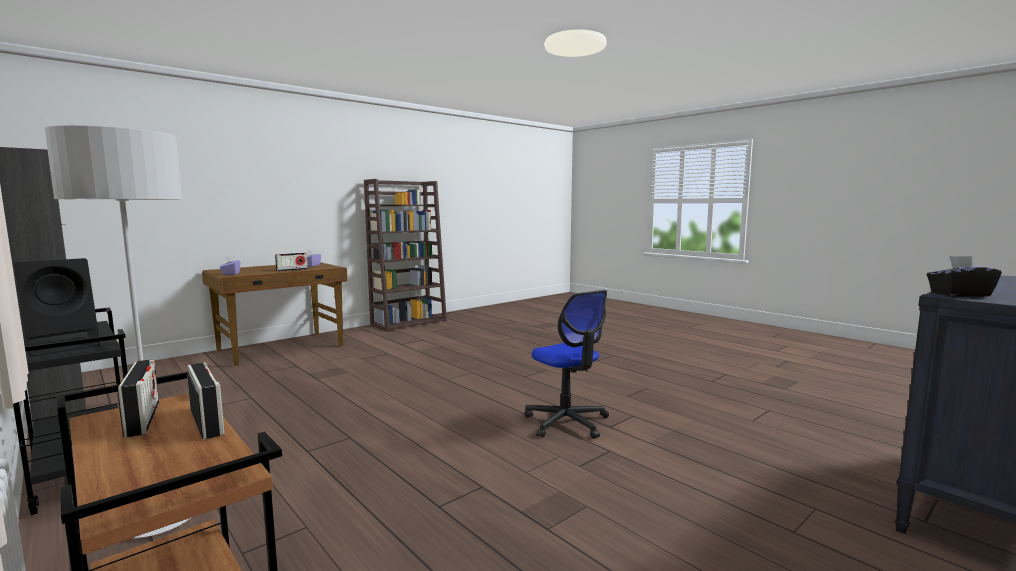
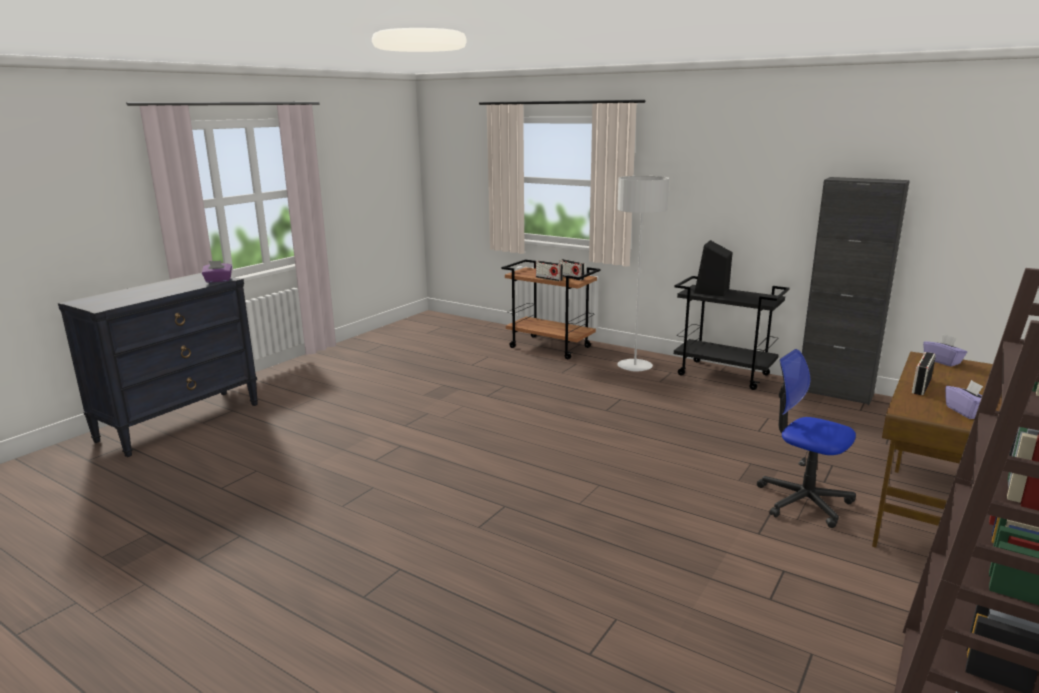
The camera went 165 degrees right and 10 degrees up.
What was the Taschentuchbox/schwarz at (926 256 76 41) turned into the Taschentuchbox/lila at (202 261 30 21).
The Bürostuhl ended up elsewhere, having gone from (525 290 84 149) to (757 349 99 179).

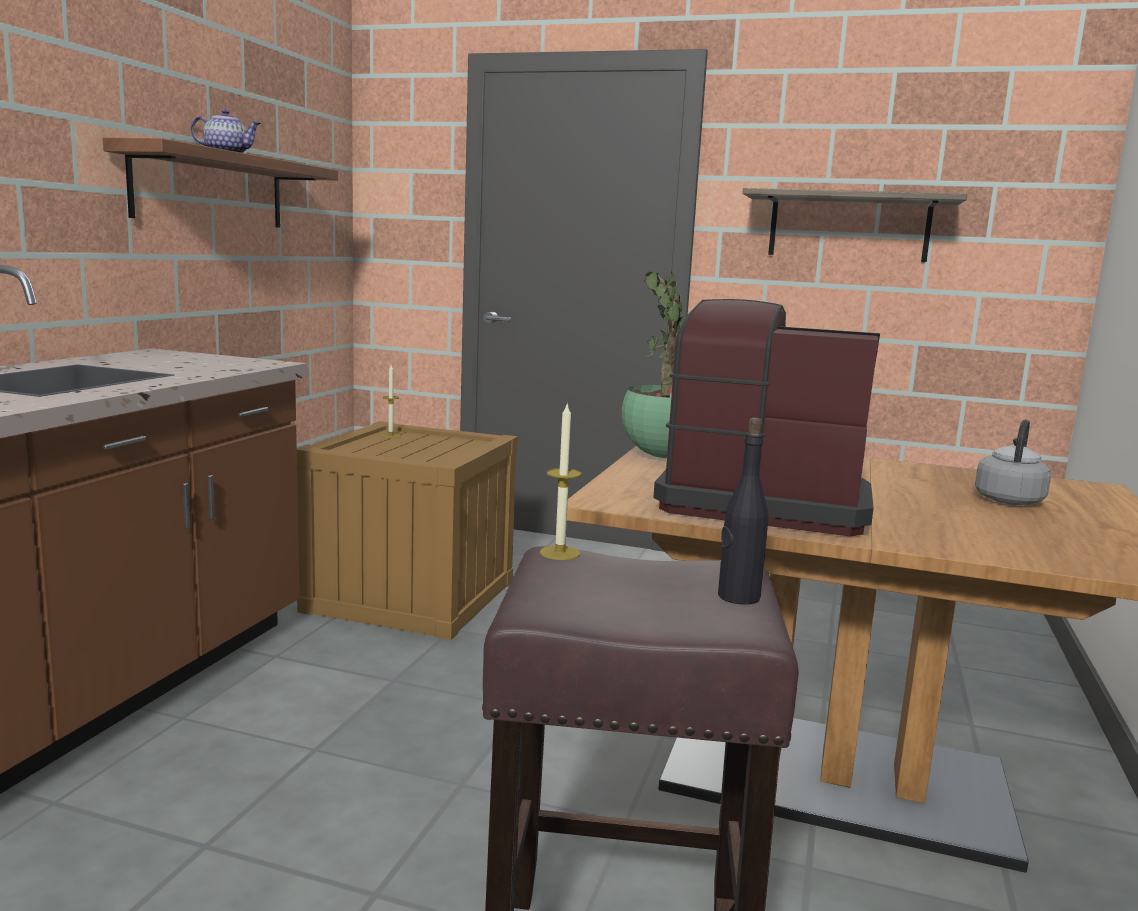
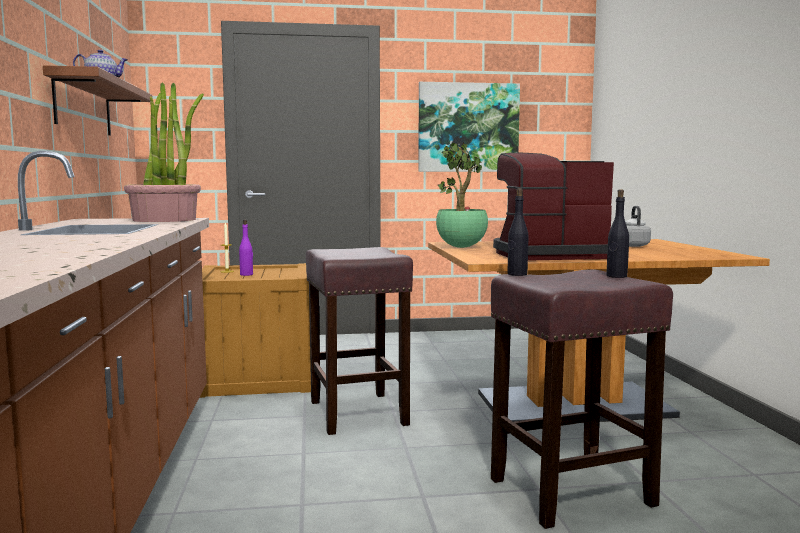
The camera went 25 degrees left and 5 degrees down.
Where the Wandregal hung at (743 188 224 74), the Bild came to hang at (418 82 102 90).
Where the Kerze stood at (540 402 41 158), the Flasche/schwarz came to stand at (507 189 21 87).
The second view gained the Topfpflanze at (124 82 80 140).
The second view gained the Flasche/lila at (239 220 14 56).
The second view gained the Hocker/braun at (306 247 107 188).

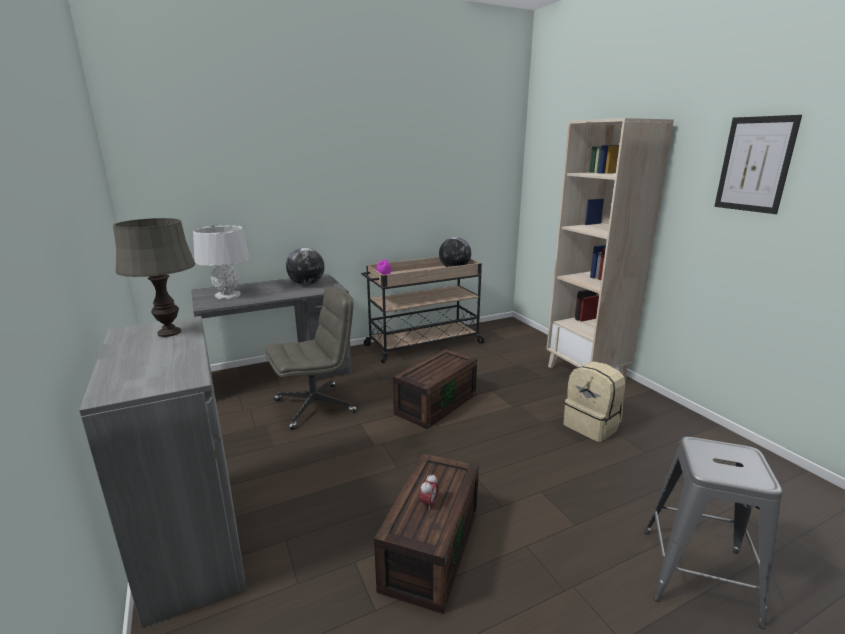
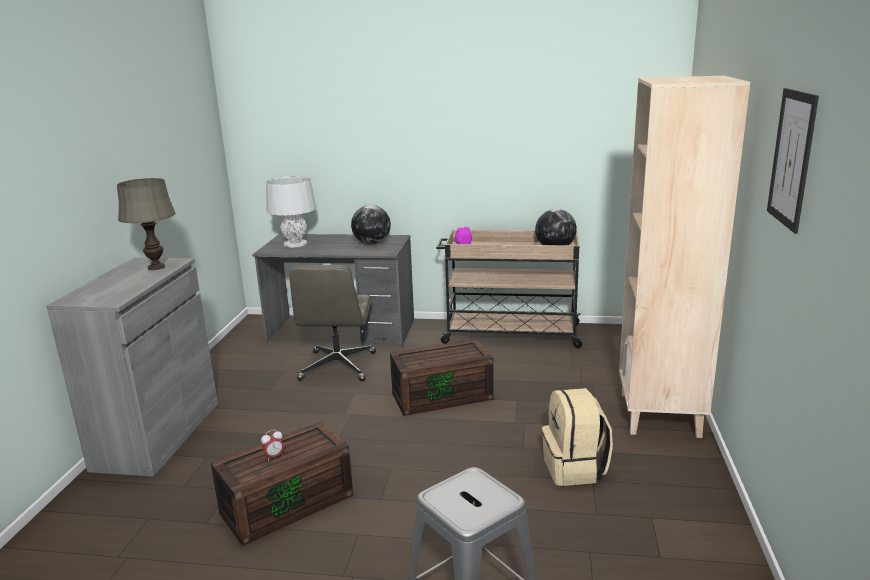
The camera went 35 degrees right and 0 degrees up.
The Bürostuhl/grau at (265 286 92 144) ended up facing another way, 90 degrees clockwise from before.

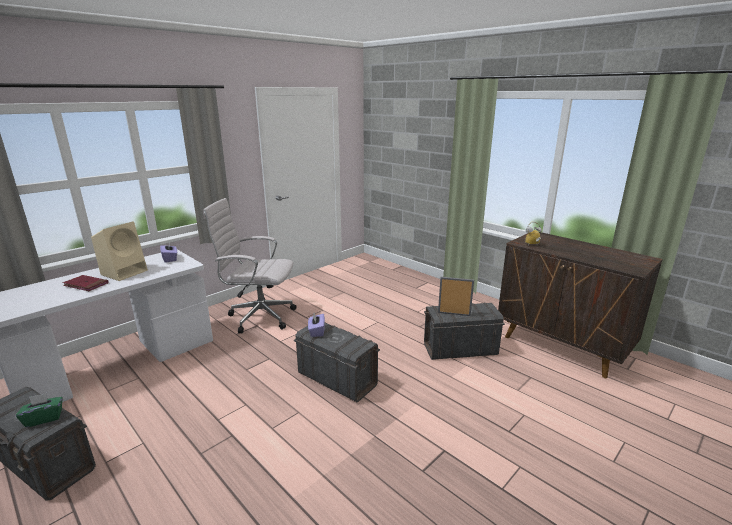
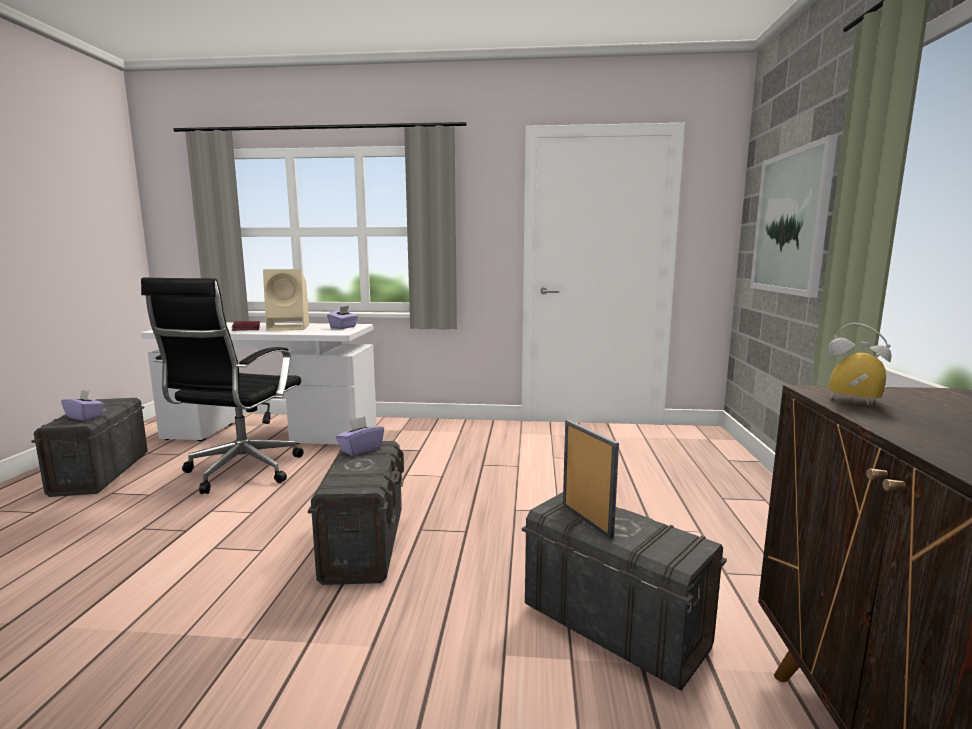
The camera went 50 degrees right and 10 degrees down.
The second view lost the Bürostuhl/weiß at (203 198 94 135).
What was the Taschentuchbox/grün at (16 393 47 34) turned into the Taschentuchbox/lila at (61 390 44 31).
The second view gained the Bild at (750 135 88 163).
The second view gained the Bürostuhl/schwarz at (141 277 163 217).

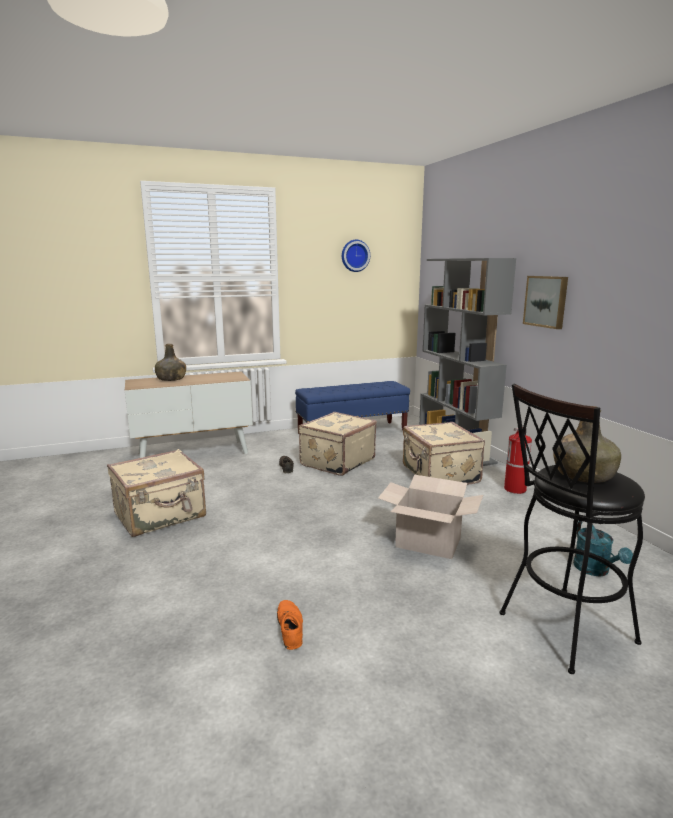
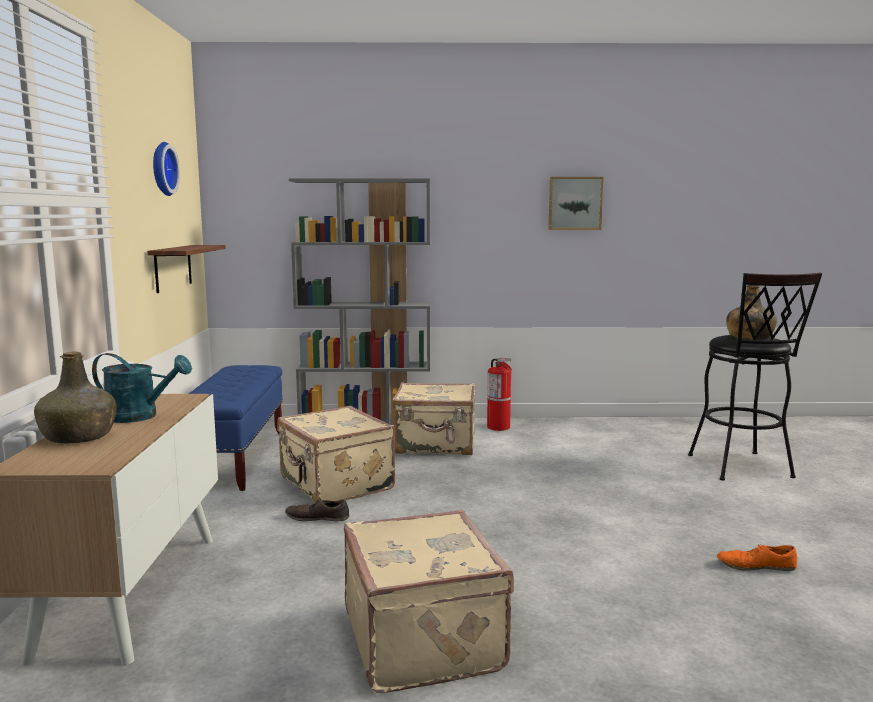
The camera went 70 degrees left and 5 degrees down.
The Bild ended up elsewhere, having gone from (523 276 45 53) to (548 177 55 53).
The second view lost the Karton at (378 475 105 84).
The Gießkanne/türkis ended up elsewhere, having gone from (573 521 60 55) to (92 353 100 70).
The second view gained the Wandregal at (147 245 79 48).

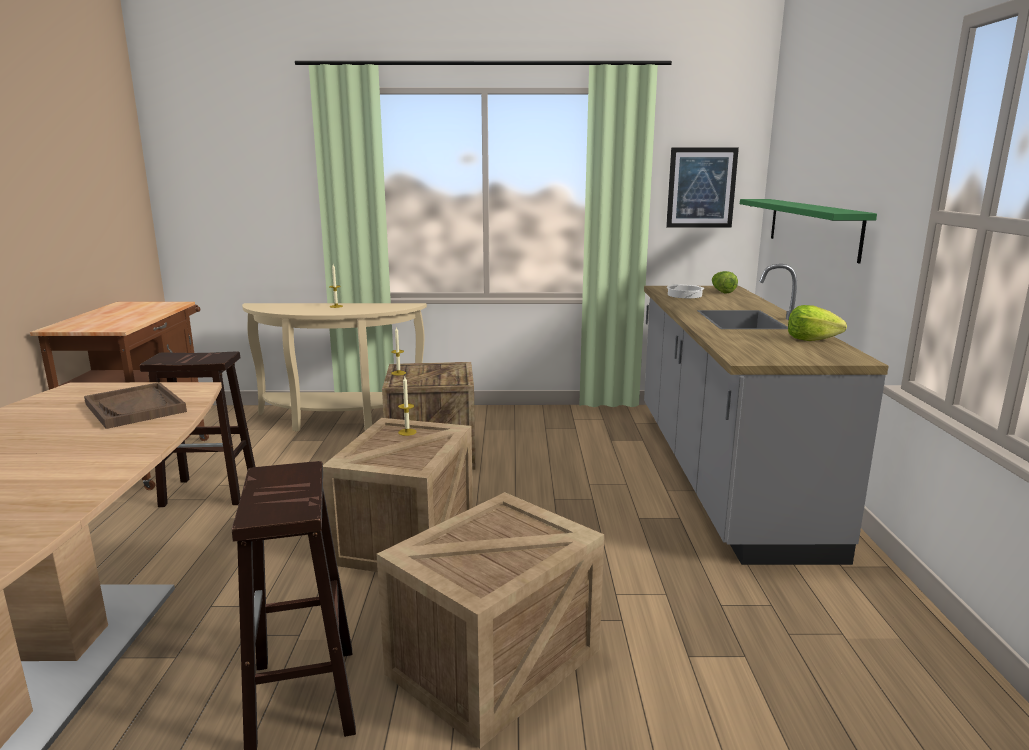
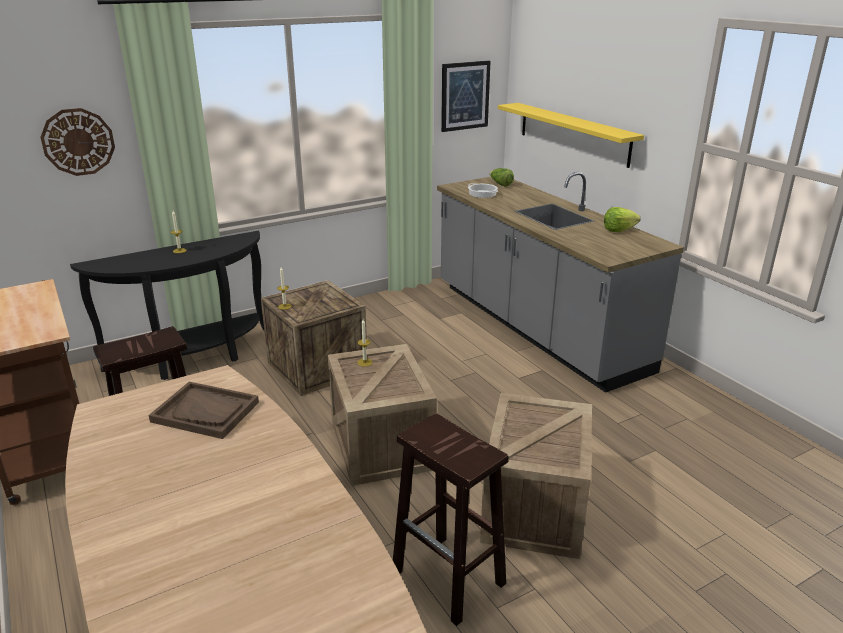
The camera went 30 degrees left and 10 degrees up.
What was the Wandregal/grün at (740 199 137 64) turned into the Wandregal/gelb at (498 103 146 65).
What was the Konsolentisch/beige at (242 303 185 129) turned into the Konsolentisch/schwarz at (70 231 194 149).
The second view gained the Wanduhr at (40 108 75 68).

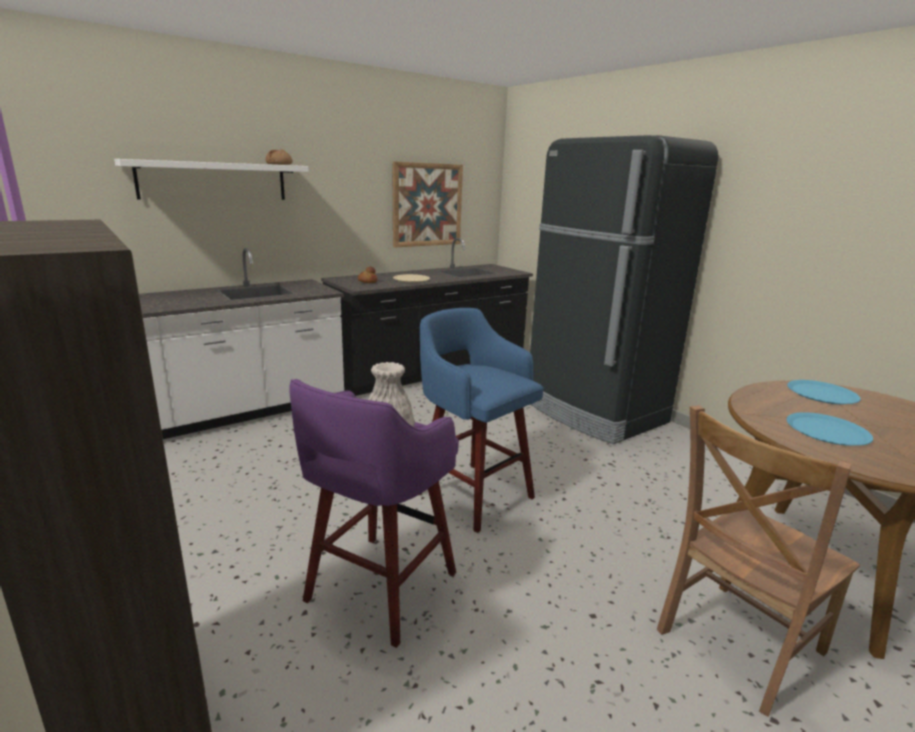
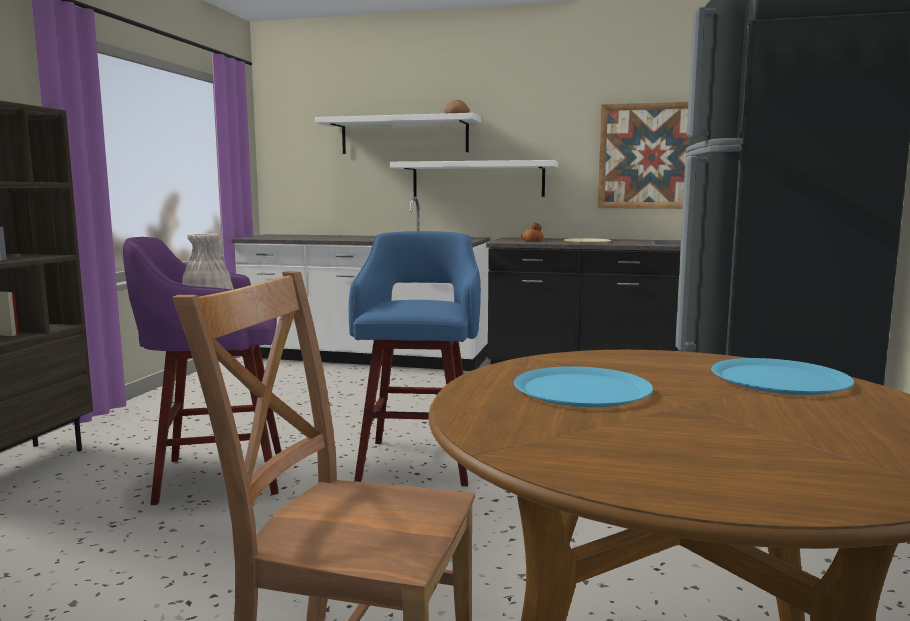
The camera went 50 degrees right and 10 degrees down.
The second view gained the Wandregal/weiß at (390 160 168 37).

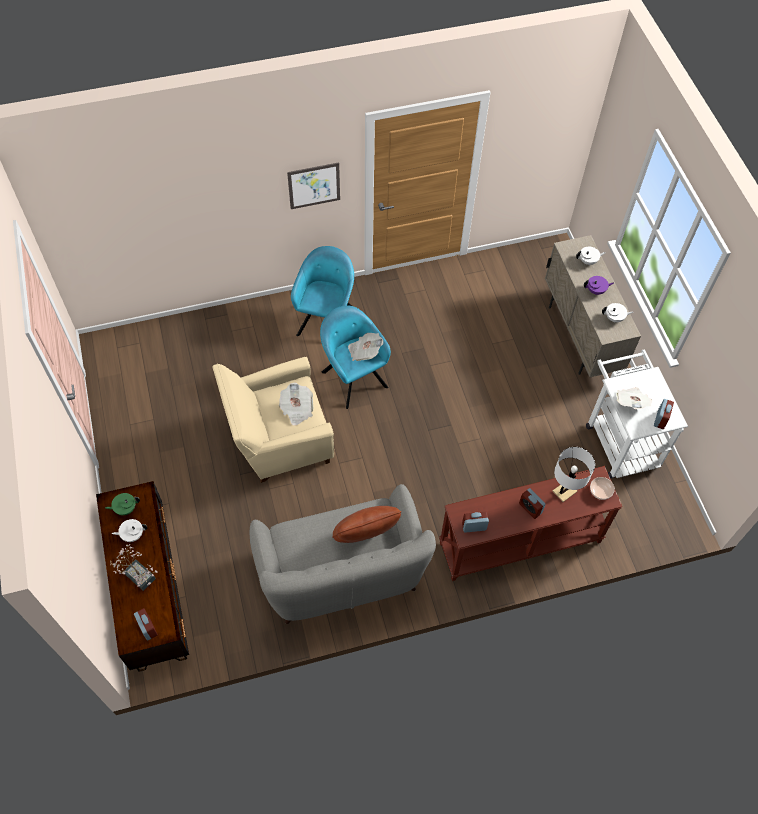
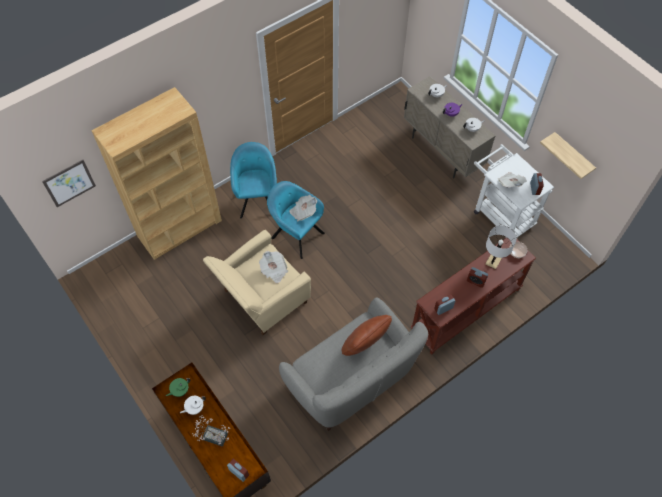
The camera went 20 degrees left and 0 degrees up.
The Bild ended up elsewhere, having gone from (287 162 53 47) to (42 160 54 47).
The second view gained the Bücherregal/braun at (91 87 131 173).
The second view gained the Wandregal at (540 132 56 47).

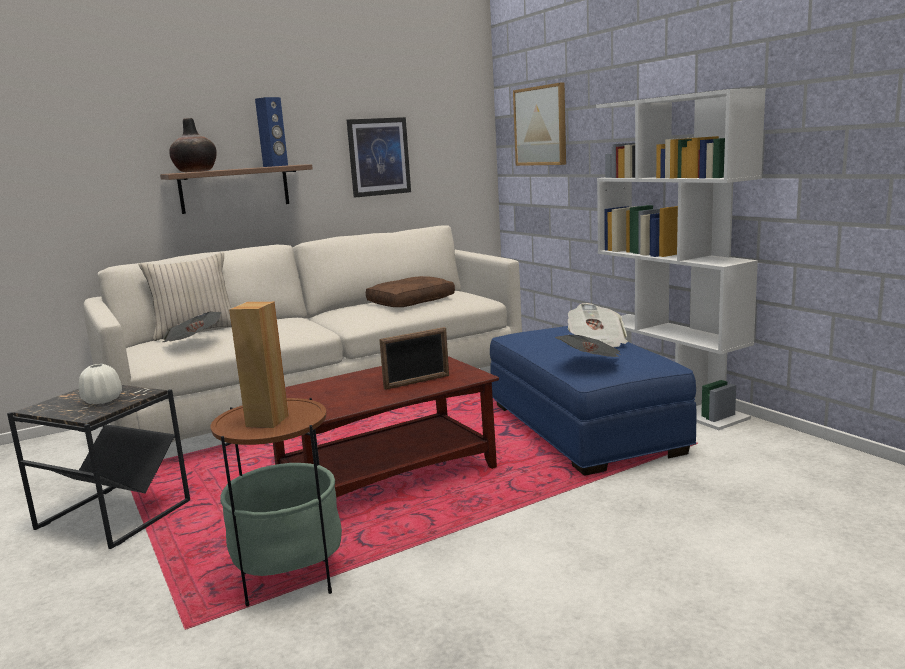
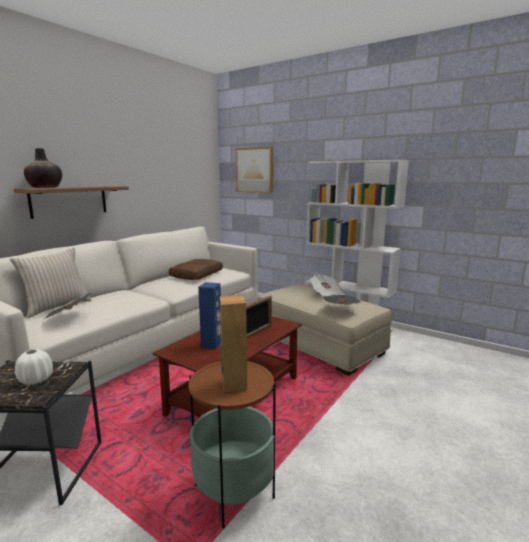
The camera went 25 degrees left and 0 degrees up.
The Lautsprecher/blau ended up elsewhere, having gone from (255 97 33 70) to (198 282 23 67).
The second view lost the Bild at (347 117 64 80).
What was the Polsterhocker/blau at (490 326 207 149) turned into the Polsterhocker/beige at (257 284 135 91).

